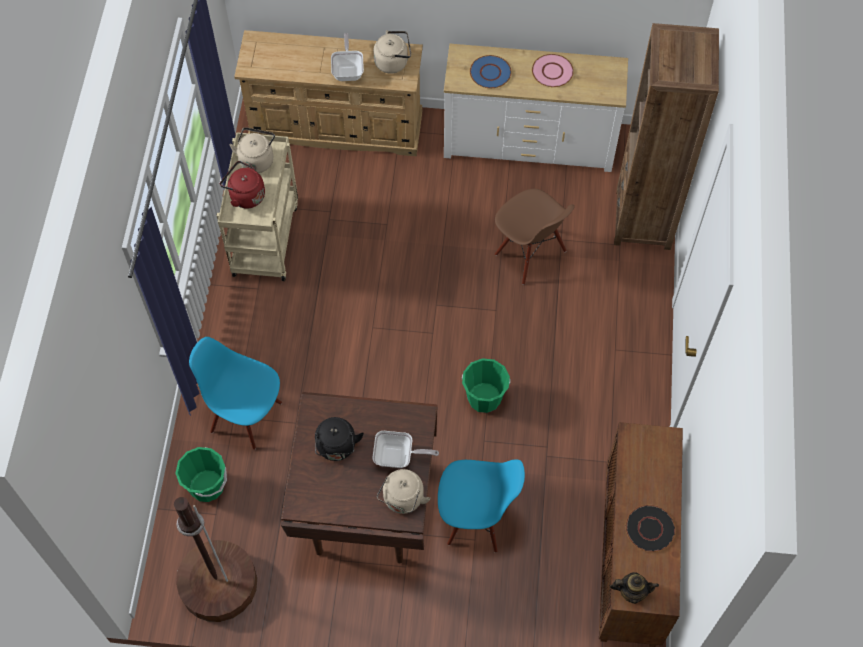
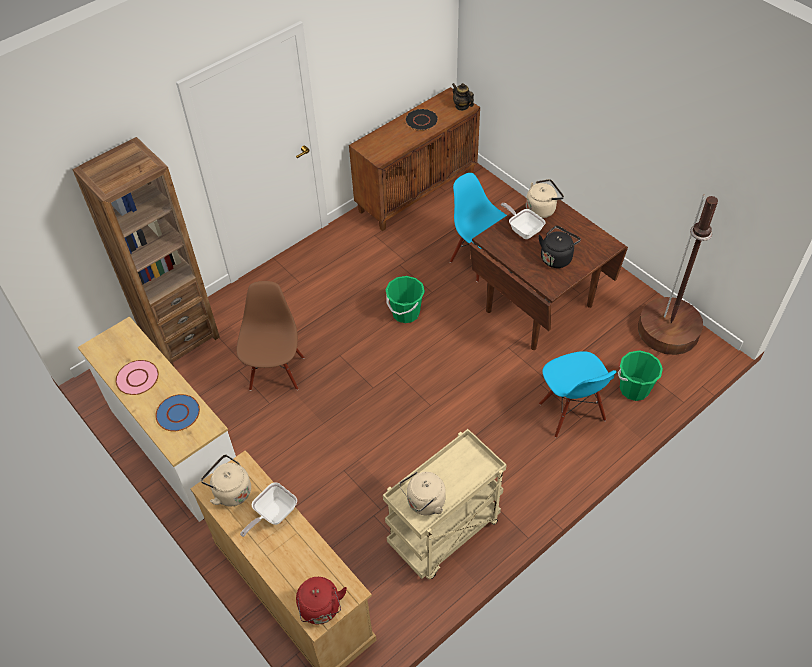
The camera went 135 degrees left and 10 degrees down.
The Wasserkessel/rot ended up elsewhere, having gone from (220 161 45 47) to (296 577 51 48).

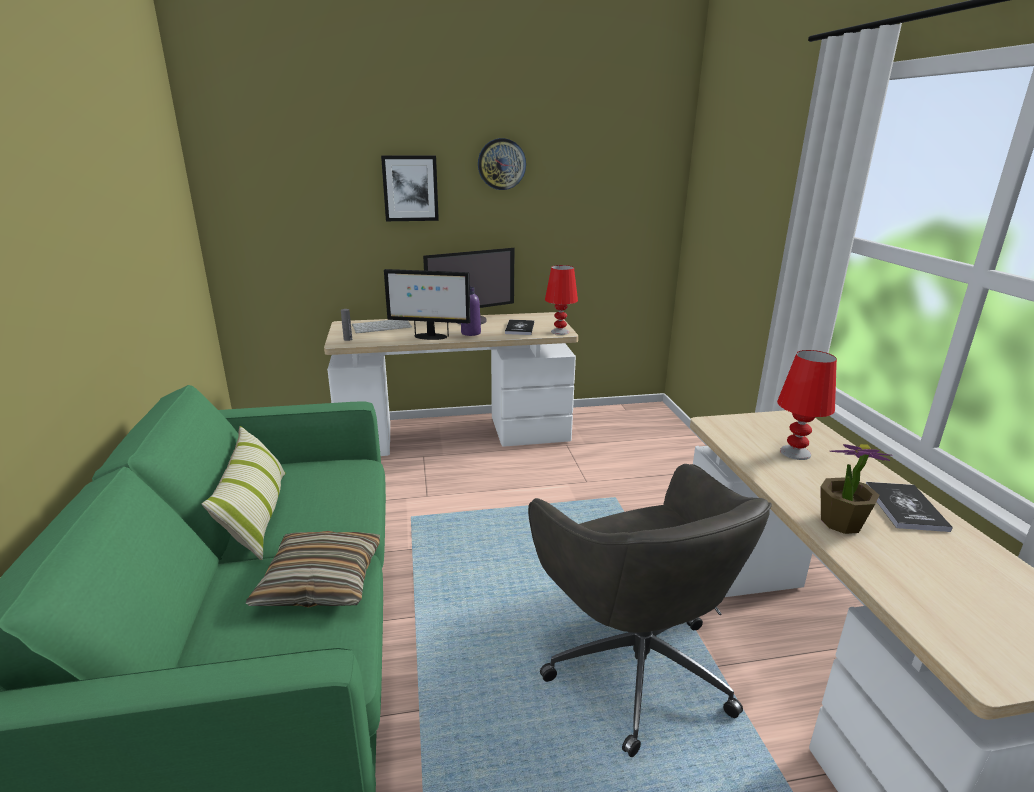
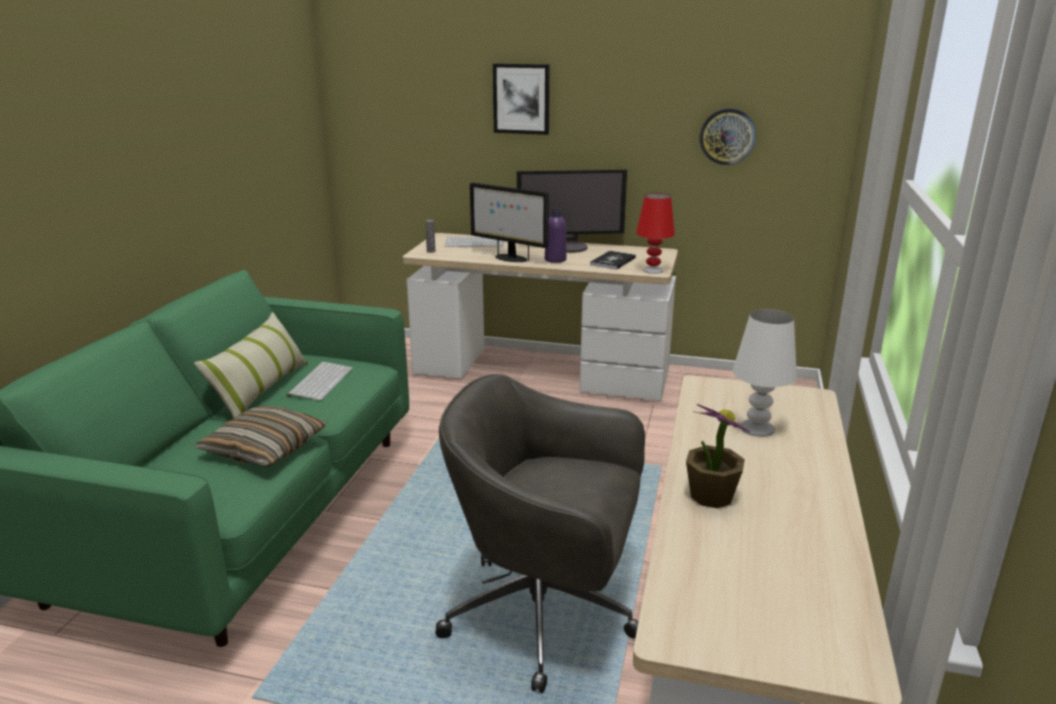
The camera went 25 degrees right and 0 degrees up.
The Wanduhr ended up elsewhere, having gone from (478 138 48 52) to (699 108 57 57).
What was the Tischlampe/rot at (777 350 60 110) turned into the Tischlampe/weiß at (733 309 64 128).
The Bürostuhl/grau at (528 464 244 293) ended up facing another way, 105 degrees clockwise from before.
The second view lost the Buch at (866 482 86 50).
The second view gained the Tastatur at (286 362 67 39).

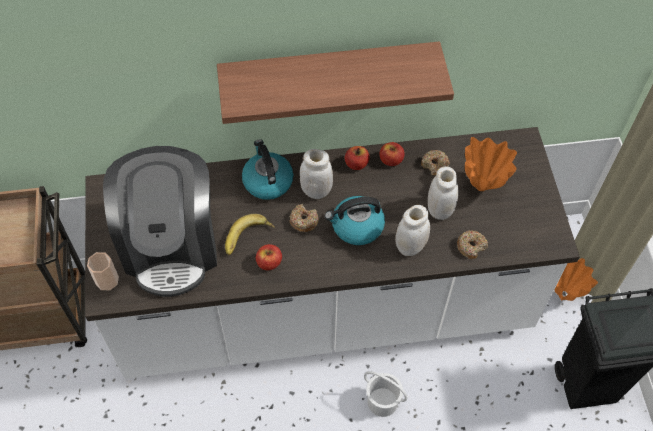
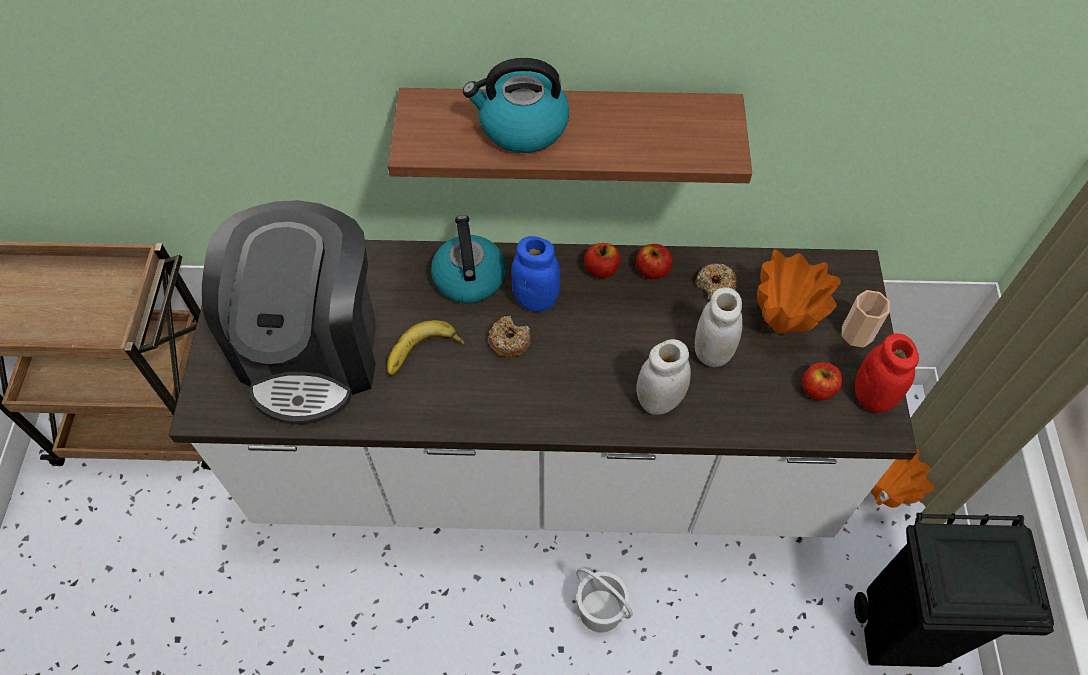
The camera went 10 degrees right and 0 degrees up.
What was the Vorratsglas/weiß at (300 149 33 50) turned into the Vorratsglas/blau at (511 236 49 76).
The Wasserkessel ended up elsewhere, having gone from (325 196 60 49) to (463 58 107 95).
The second view lost the Donut at (457 230 31 29).
The Apfel ended up elsewhere, having gone from (256 244 26 26) to (802 362 41 38).
The Tasse ended up elsewhere, having gone from (87 252 32 38) to (842 290 48 57).
The second view gained the Vorratsglas/rot at (855 333 64 79).

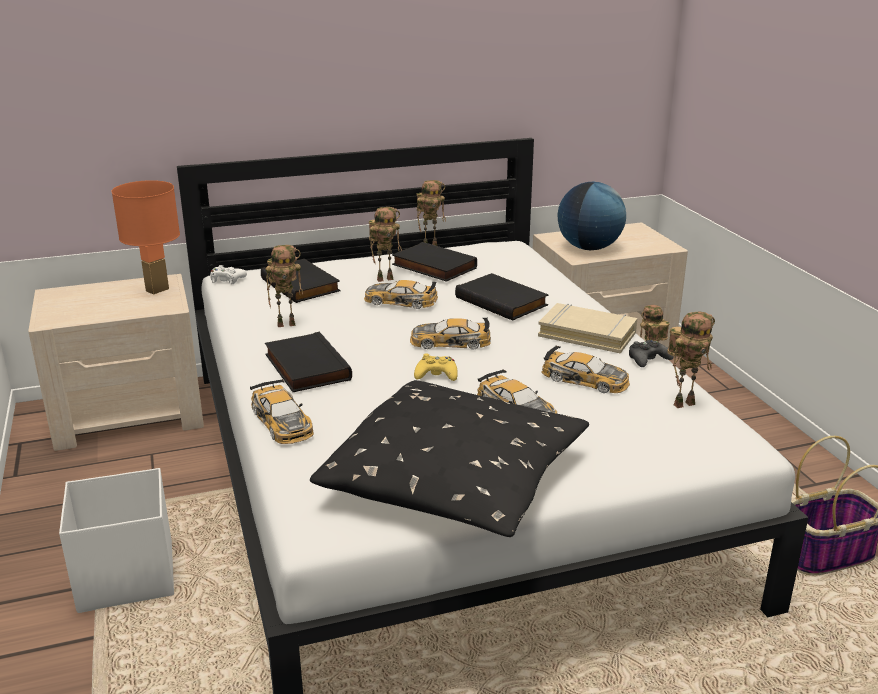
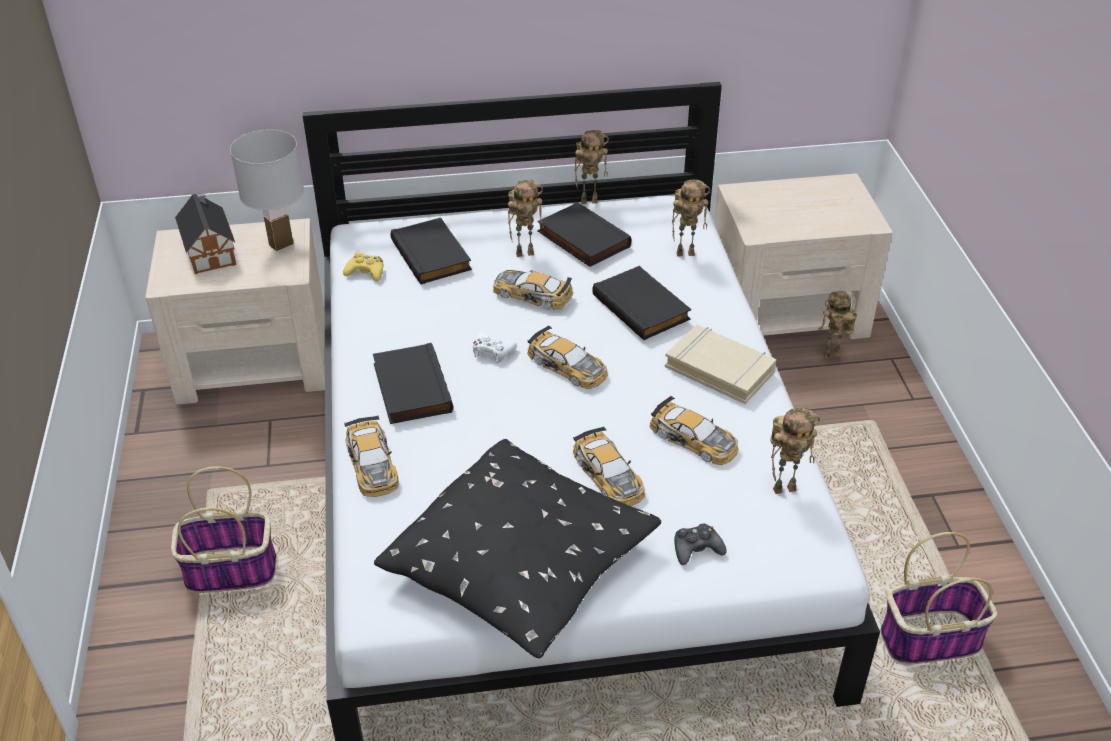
The camera went 10 degrees right and 15 degrees up.
What was the Tischlampe/orange at (111 180 69 115) turned into the Tischlampe/weiß at (230 129 74 122).
The second view lost the Globus at (558 182 68 68).
The Spielzeugroboter ended up elsewhere, having gone from (266 245 37 82) to (672 180 38 76).
The Gamepad/weiß ended up elsewhere, having gone from (210 265 37 19) to (473 332 44 31).
The Spielzeugauto at (410 318 81 32) ended up facing another way, 150 degrees counterclockwise from before.
The Gamepad/schwarz ended up elsewhere, having gone from (629 339 45 28) to (674 524 53 41).
The Gamepad/gelb ended up elsewhere, having gone from (414 353 44 28) to (343 252 41 29).
Where the Aufbewahrungsbox/weiß stood at (59 468 115 145), the Korb came to stand at (171 466 105 127).
The second view gained the Spielzeughaus at (175 192 61 82).

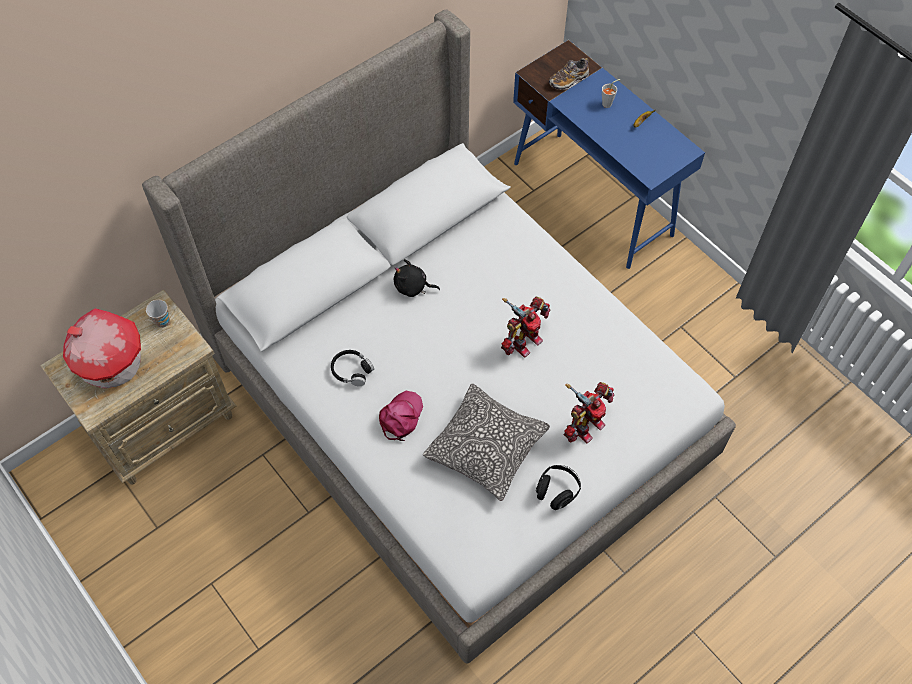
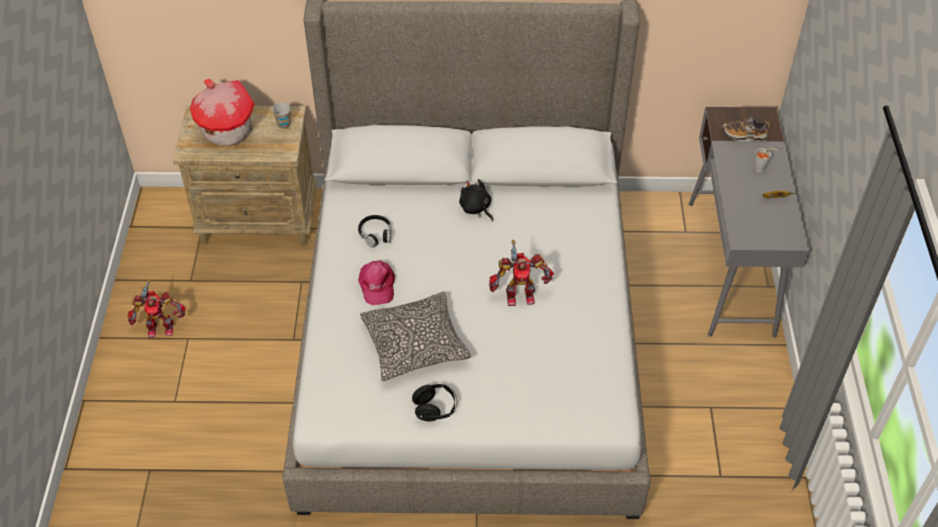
The camera went 40 degrees right and 10 degrees down.
What was the Schreibtisch/blau at (513 40 192 229) turned into the Schreibtisch/grau at (689 106 121 231).
The Spielzeugroboter ended up elsewhere, having gone from (564 382 51 61) to (127 279 59 59).
The Kappe/rosa at (379 391 44 50) ended up facing another way, 105 degrees clockwise from before.

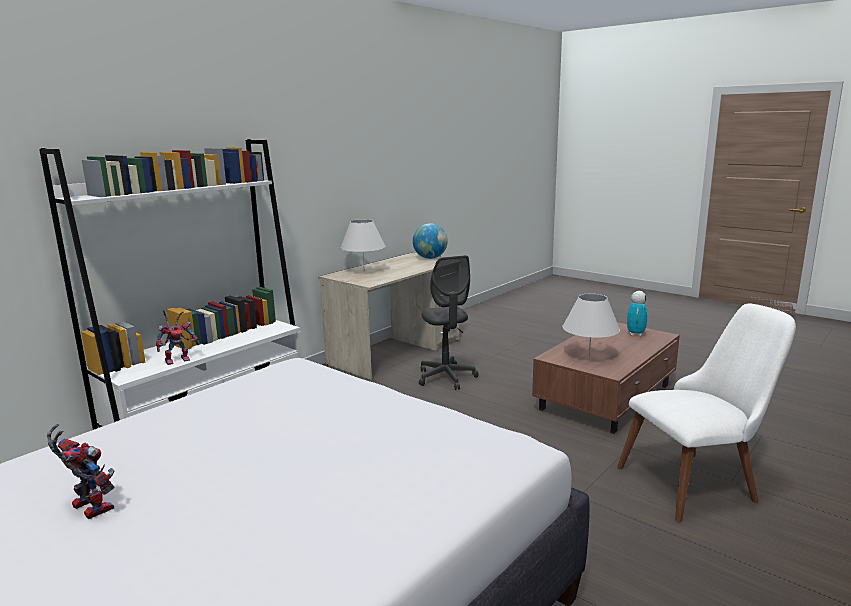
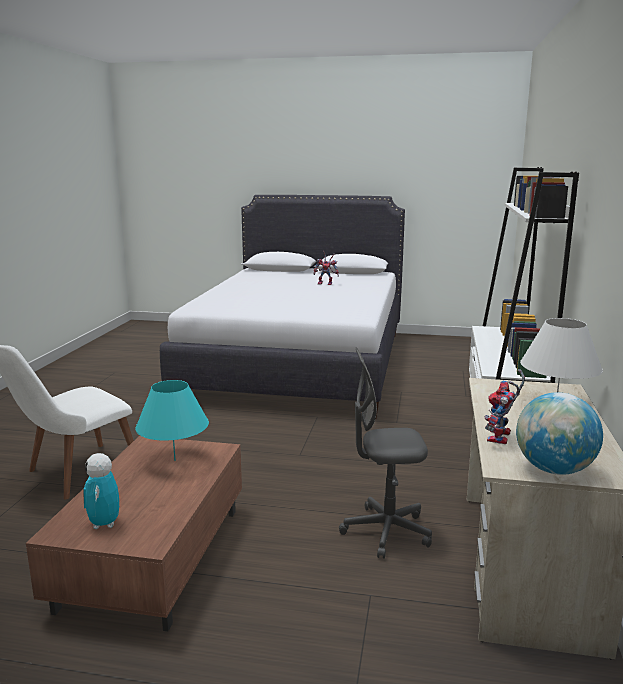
The camera went 150 degrees right and 0 degrees up.
The Bürostuhl/grau at (419 255 59 135) ended up facing another way, 45 degrees counterclockwise from before.
What was the Tischlampe/weiß at (563 294 57 63) turned into the Tischlampe/türkis at (135 380 74 81).
The Spielzeugroboter ended up elsewhere, having gone from (156 310 44 55) to (485 369 40 75).

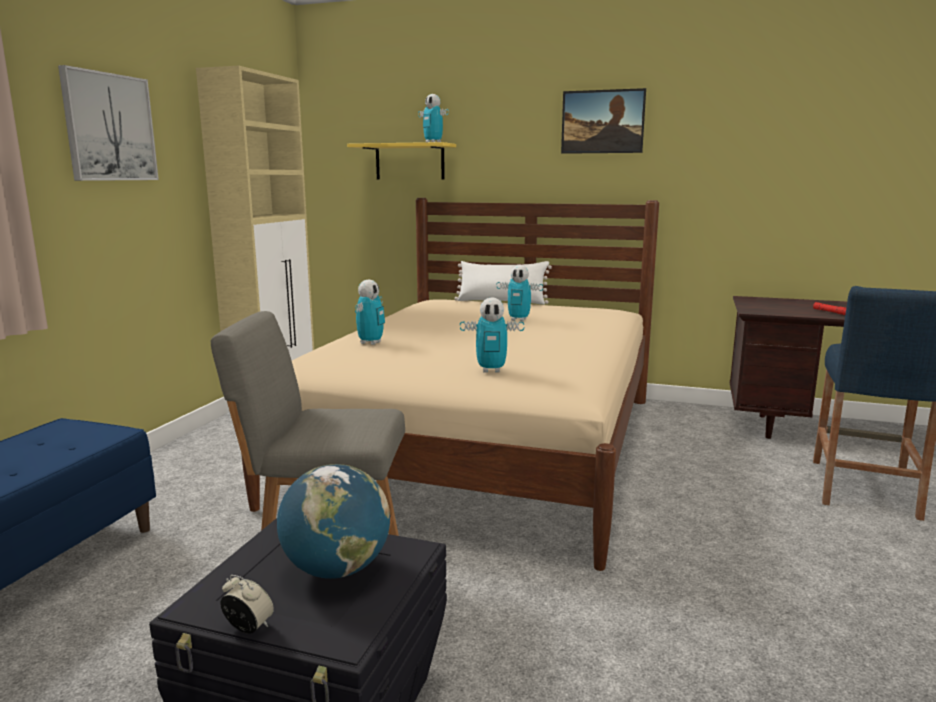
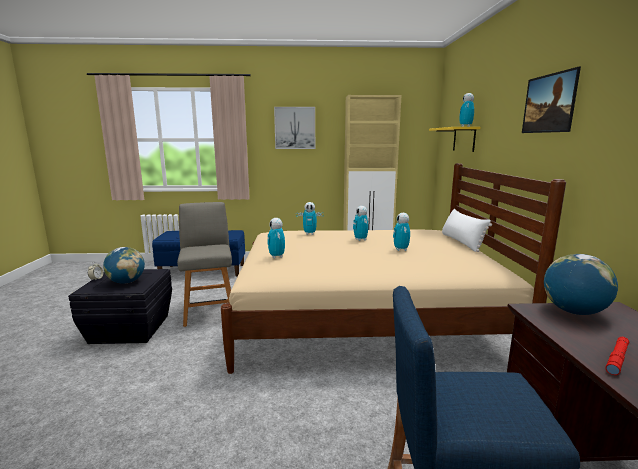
The camera went 70 degrees right and 0 degrees up.
The second view gained the Spielzeugroboter at (353 206 15 35).
The second view gained the Globus at (544 254 74 61).

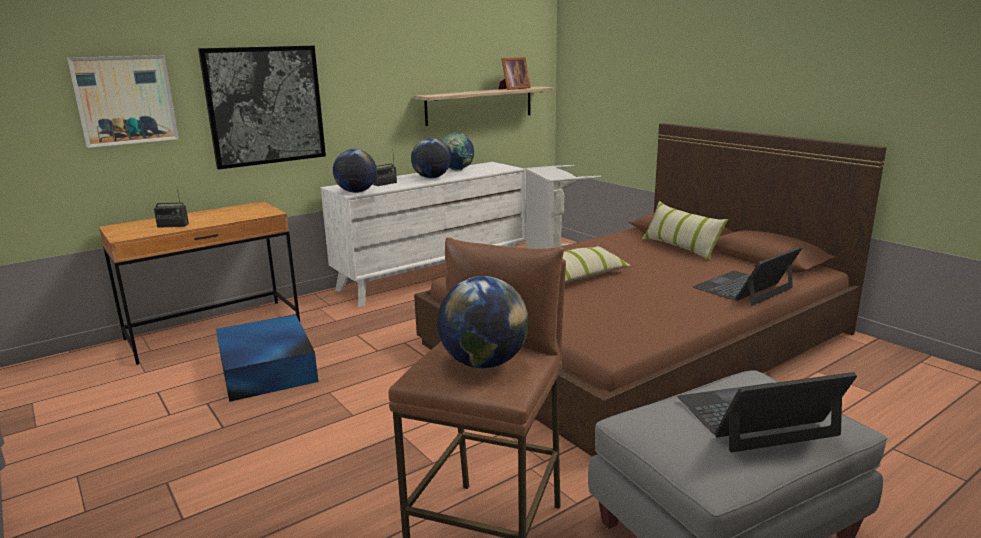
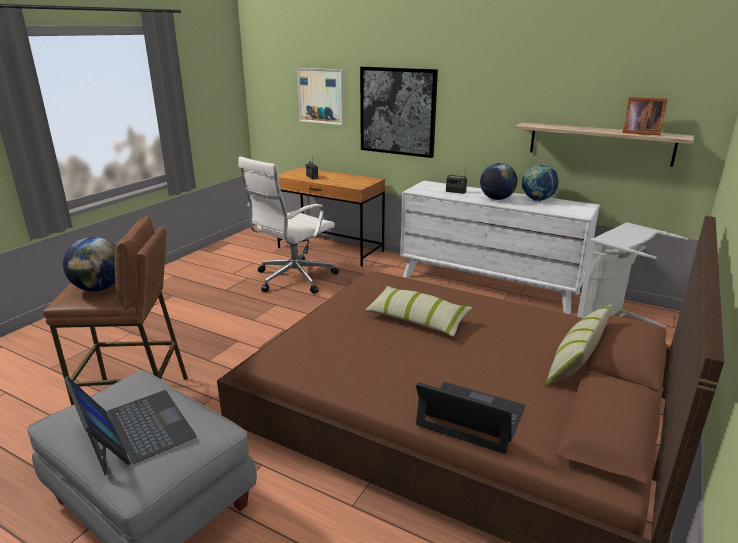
The camera went 65 degrees right and 5 degrees up.
The second view lost the Globus at (333 149 44 44).
Where the Aufbewahrungsbox/blau stood at (216 314 102 88), the Bürostuhl/weiß came to stand at (238 156 101 138).

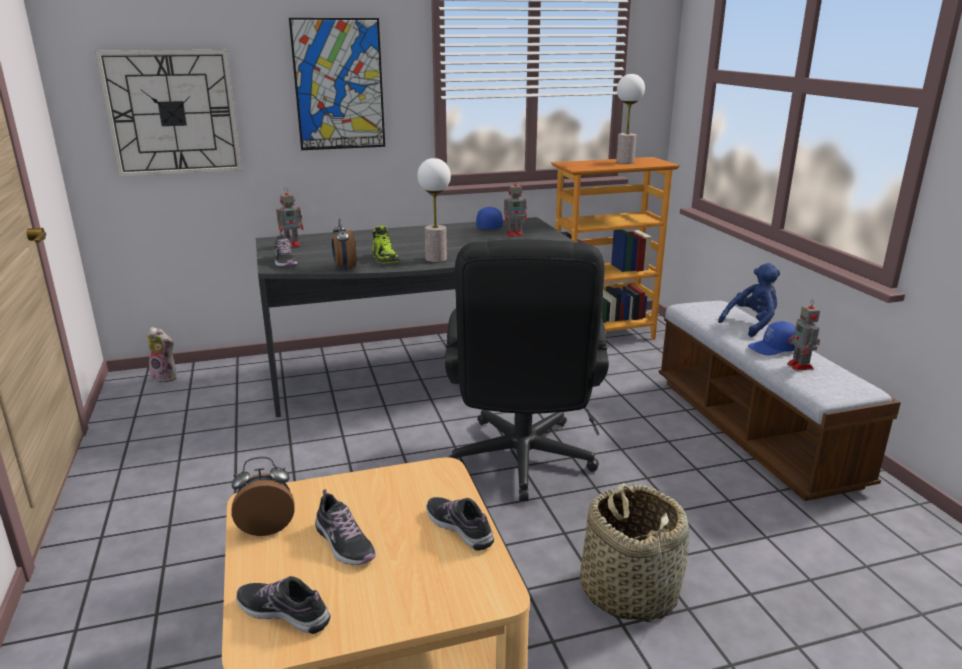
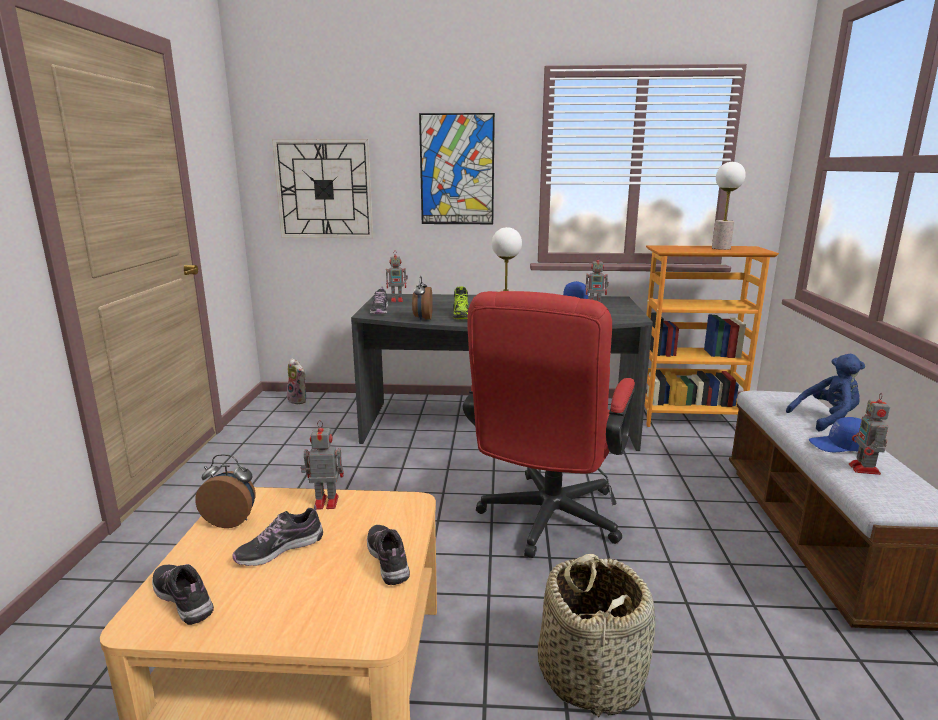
The camera went 20 degrees right and 5 degrees down.
What was the Bürostuhl/schwarz at (445 239 164 262) turned into the Bürostuhl/rot at (463 291 172 267).
The Schuh at (315 489 61 76) ended up facing another way, 75 degrees clockwise from before.
The second view gained the Spielzeugroboter at (301 420 43 90).

